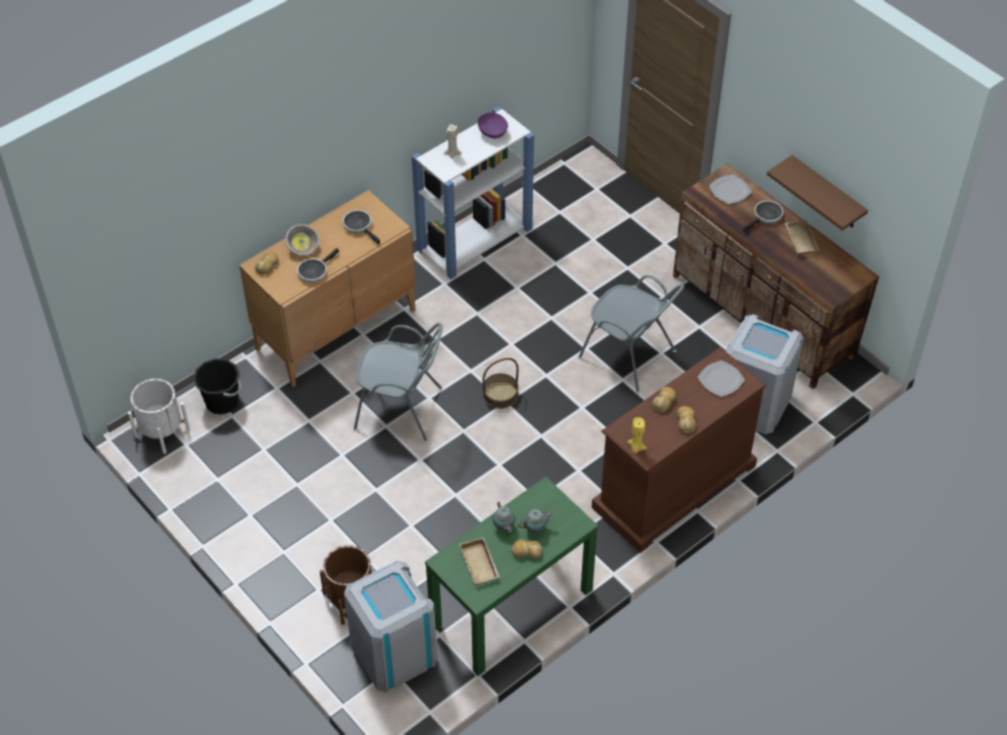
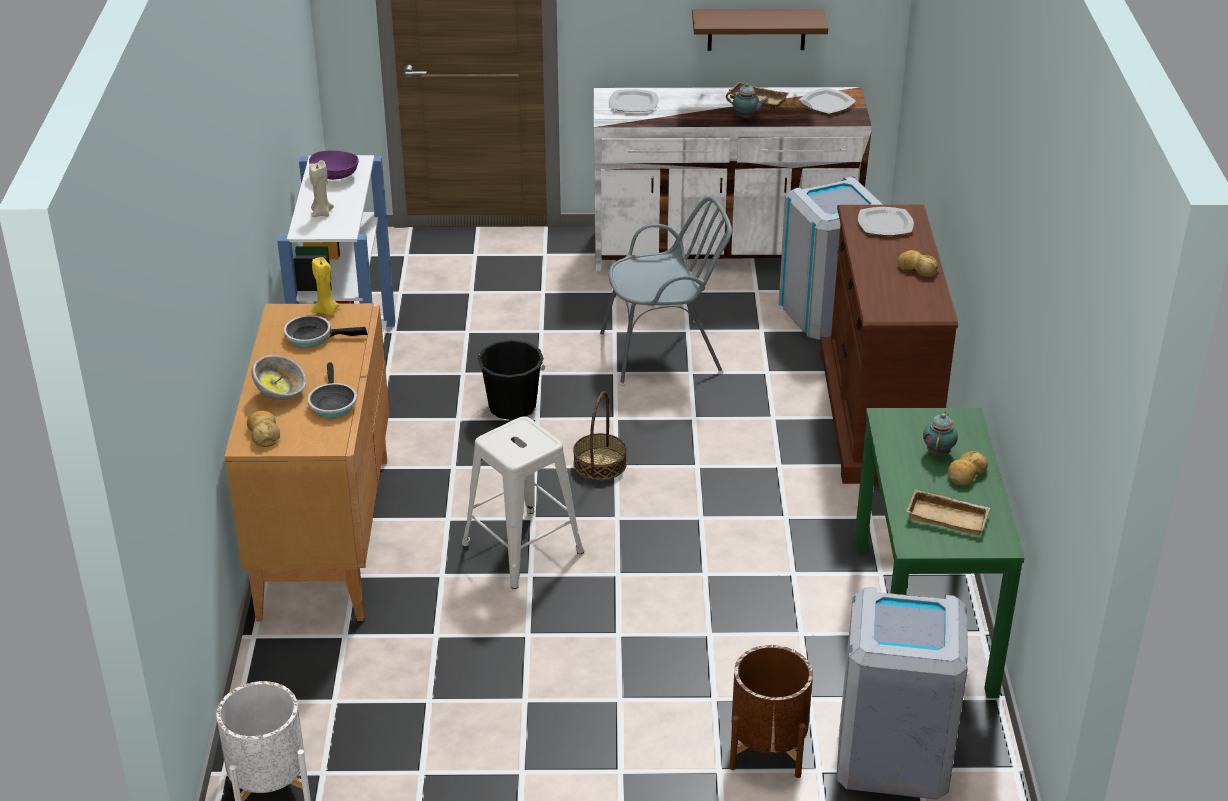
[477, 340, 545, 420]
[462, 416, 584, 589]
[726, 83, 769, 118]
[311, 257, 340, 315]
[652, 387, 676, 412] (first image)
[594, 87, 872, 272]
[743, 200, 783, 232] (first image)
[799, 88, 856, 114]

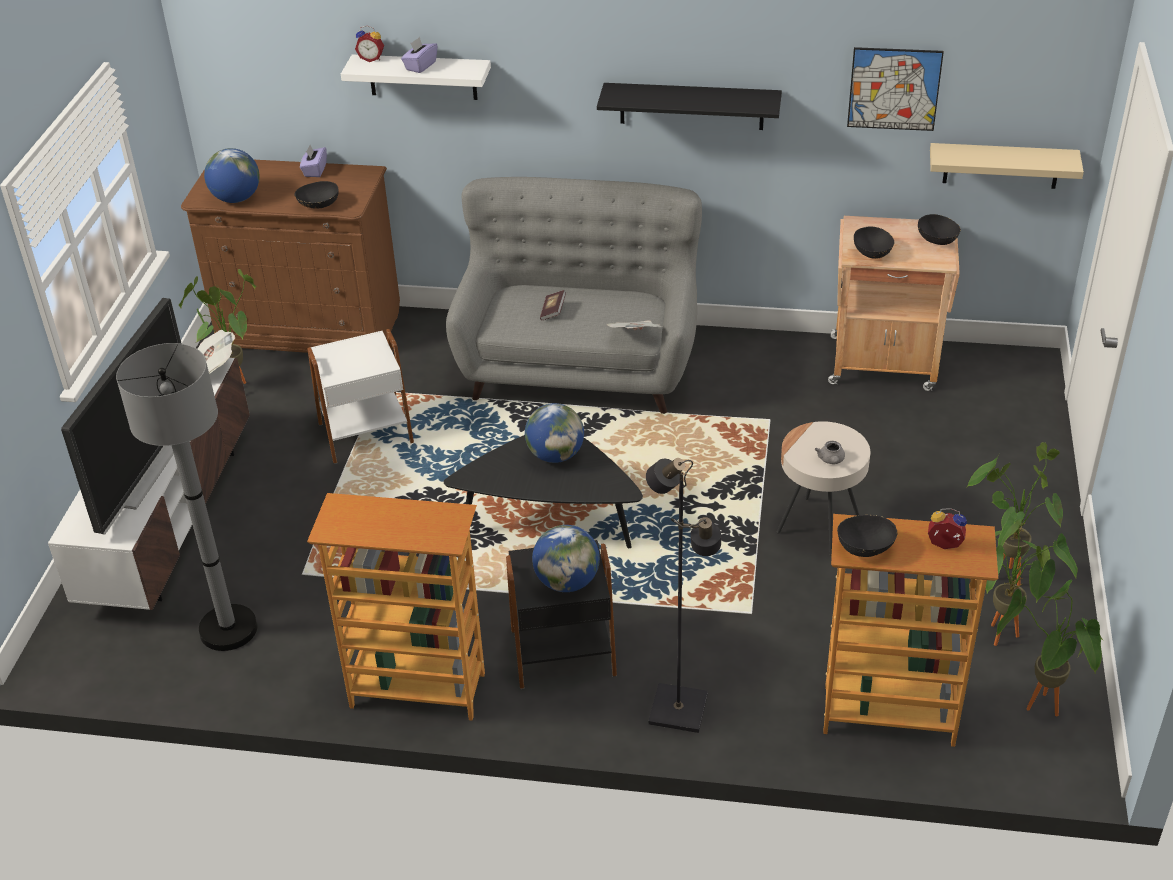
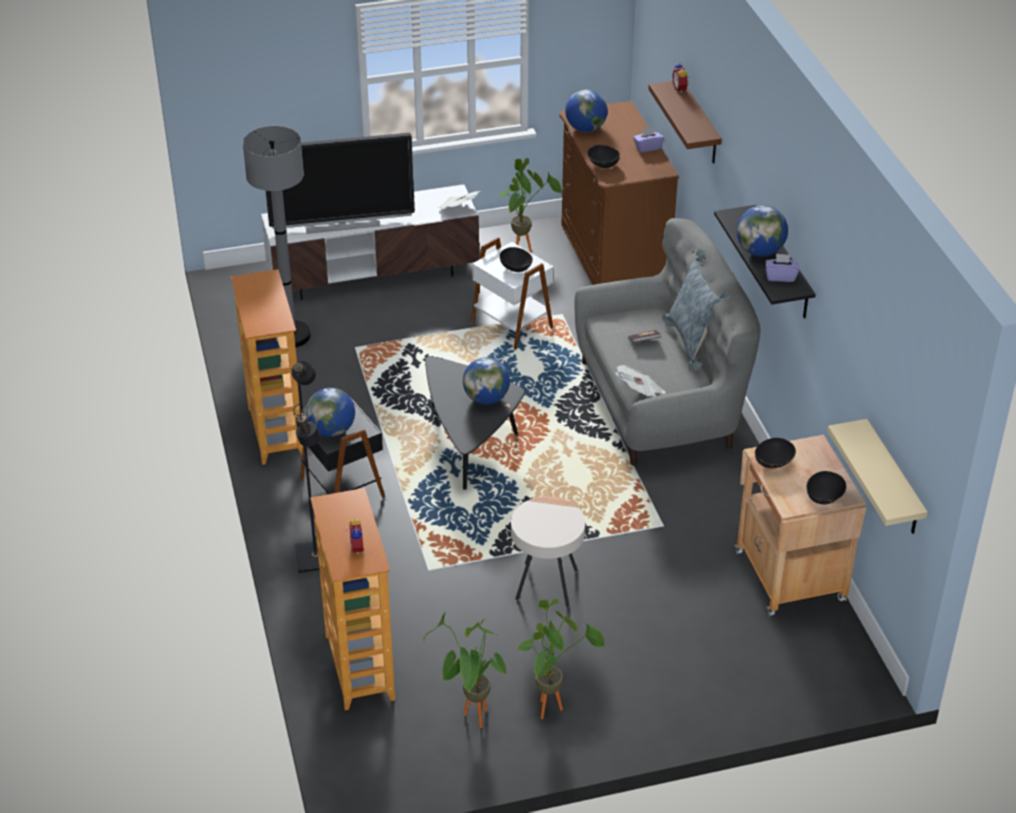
[649, 81, 722, 164]
[765, 254, 799, 282]
[815, 441, 845, 464] (first image)
[500, 247, 533, 272]
[847, 47, 944, 131] (first image)
[996, 579, 1104, 717] (first image)
[662, 248, 731, 372]
[737, 205, 788, 256]

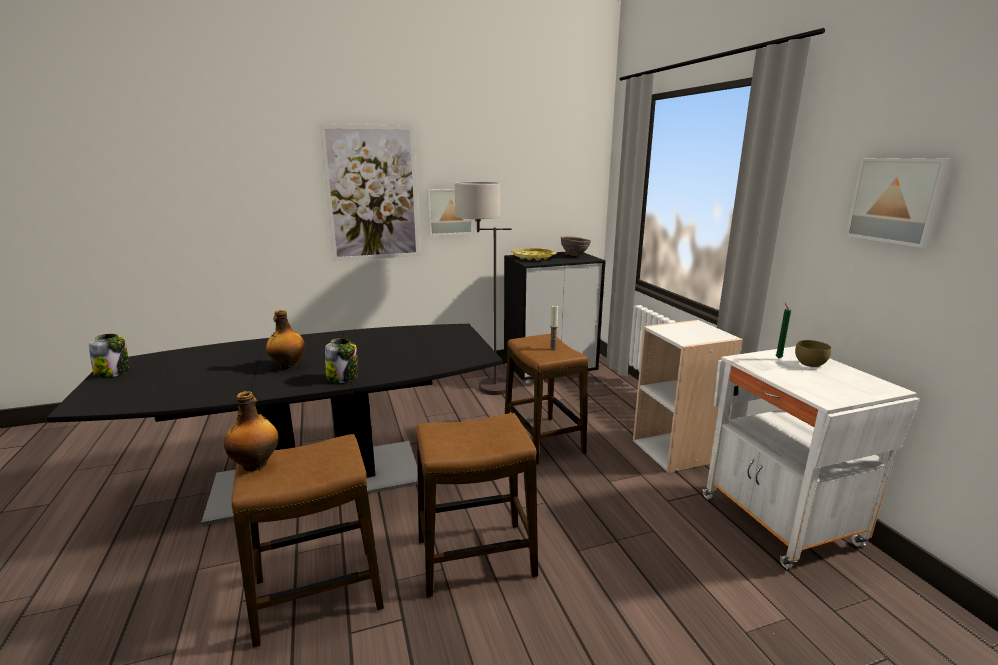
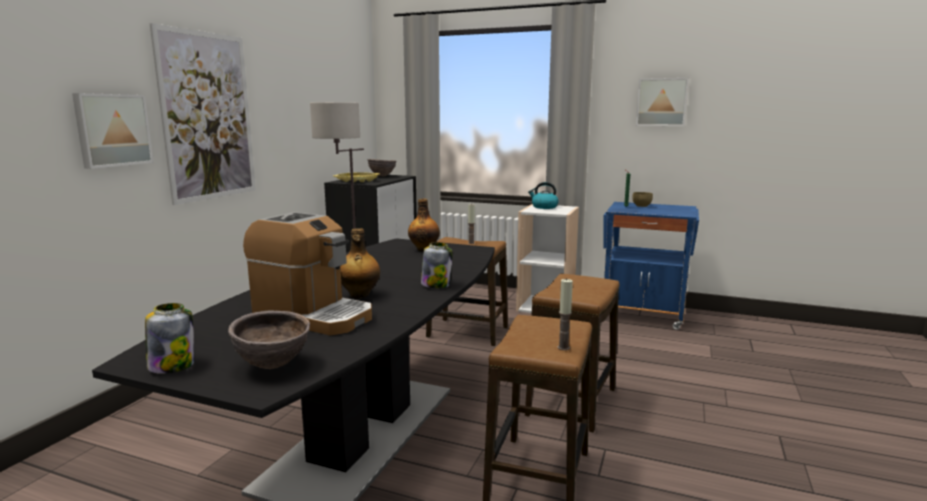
[408, 199, 440, 252]
[72, 93, 154, 169]
[603, 202, 699, 330]
[228, 310, 310, 369]
[243, 212, 372, 336]
[528, 182, 559, 209]
[558, 278, 573, 350]

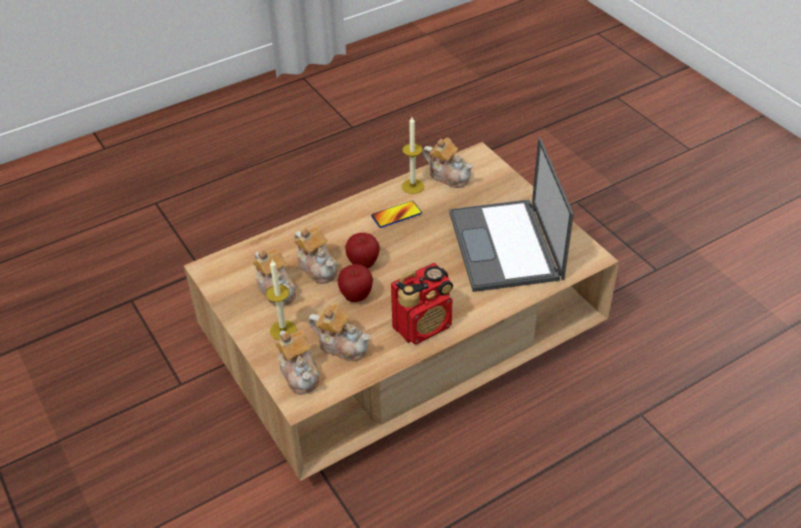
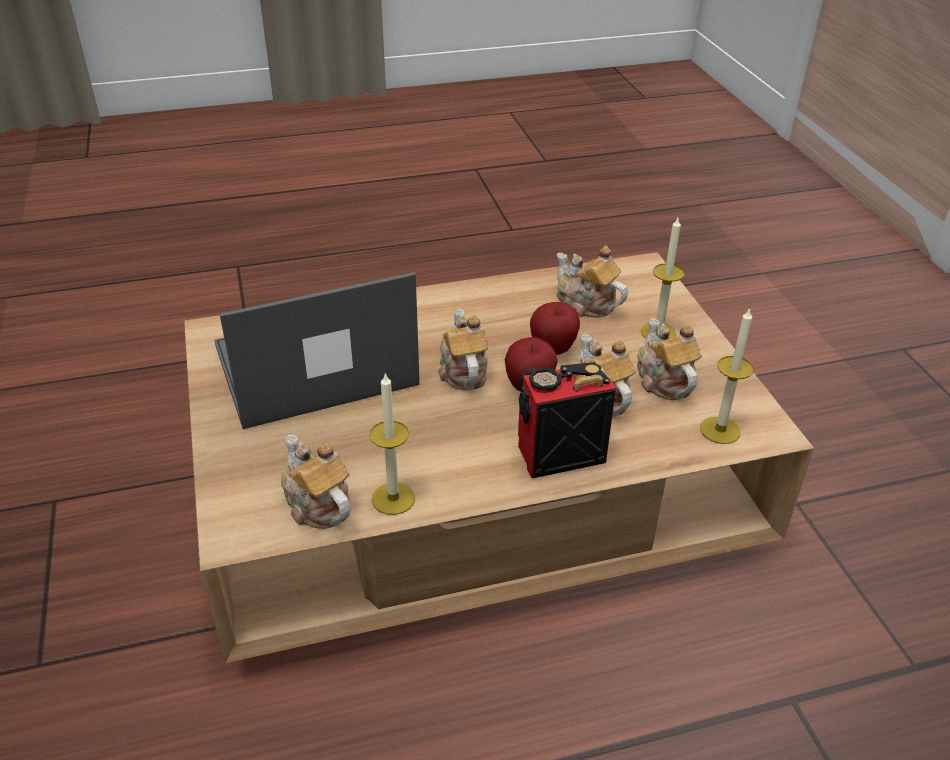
[438, 309, 488, 390]
[371, 201, 422, 228] (first image)
[518, 362, 616, 478]
[214, 272, 420, 429]
[700, 307, 754, 444]

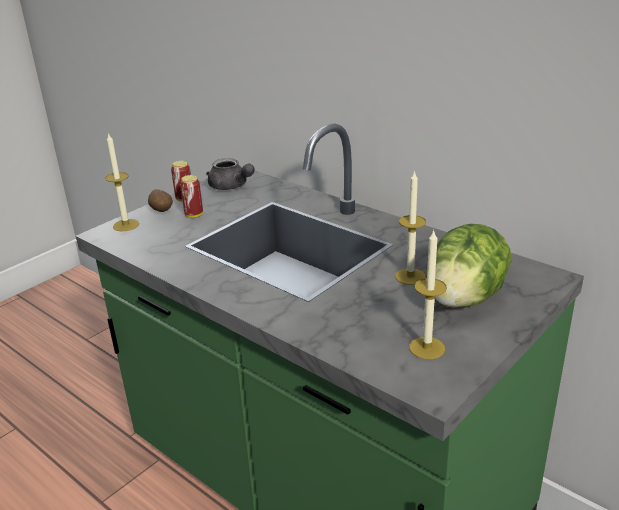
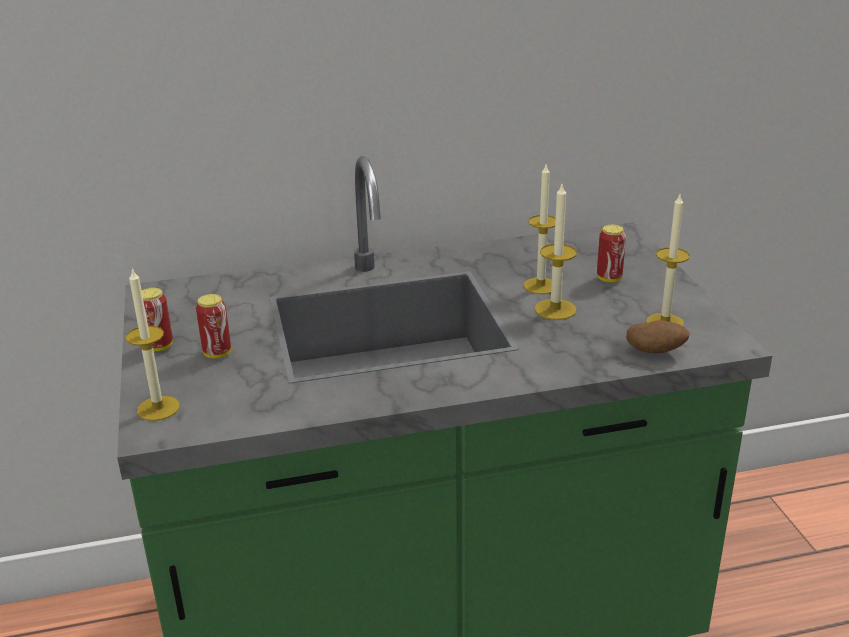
[626, 320, 690, 354]
[206, 158, 255, 190] (first image)
[597, 224, 626, 283]
[534, 184, 577, 320]

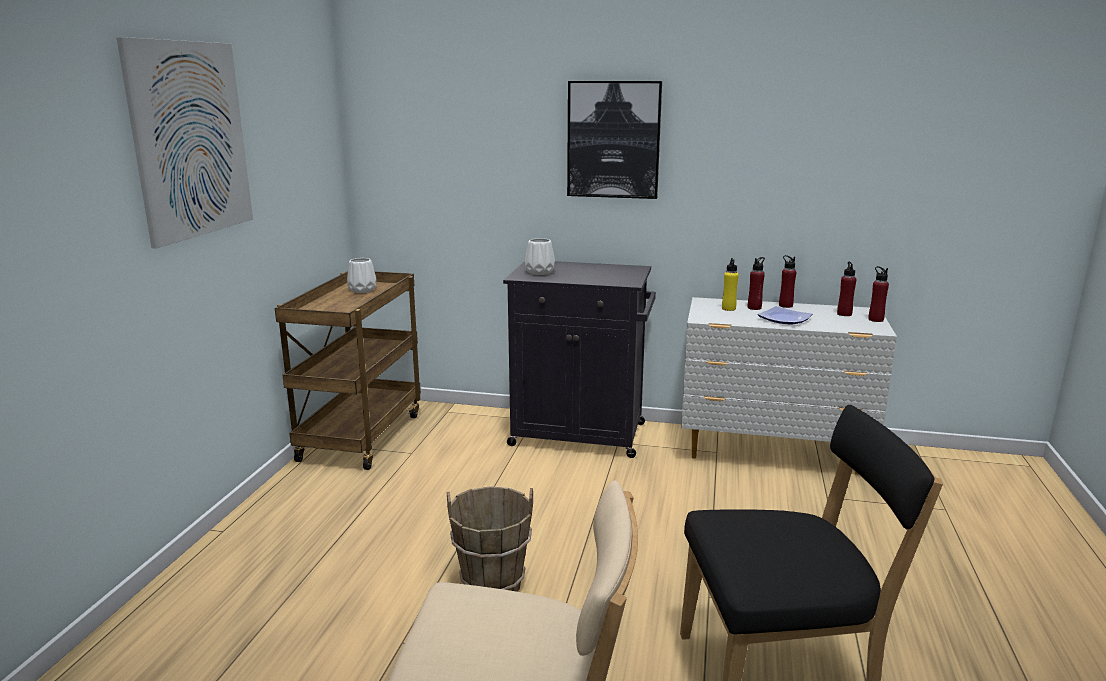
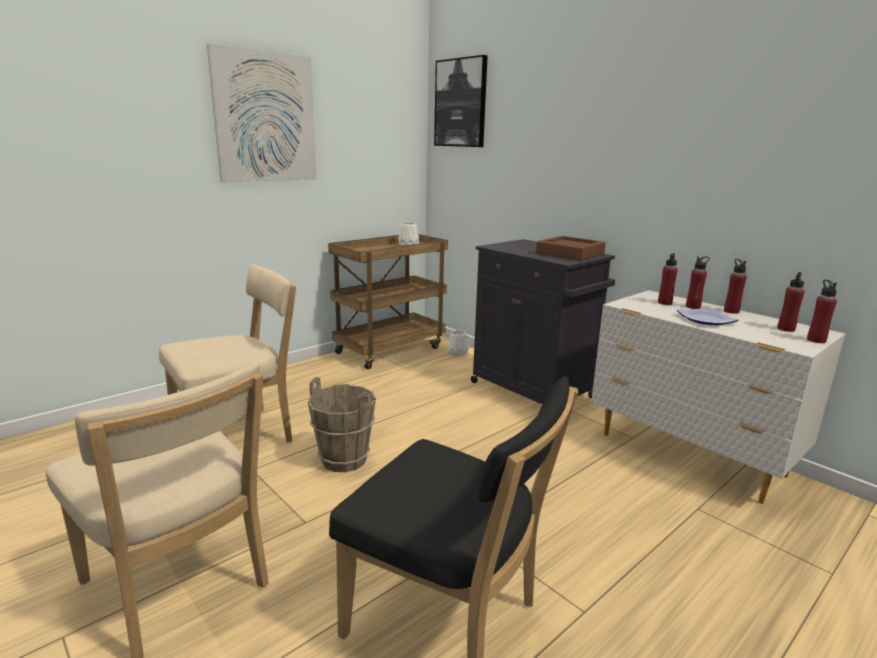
[448, 330, 468, 356]
[434, 55, 488, 147]
[658, 253, 678, 305]
[159, 264, 296, 442]
[536, 236, 606, 261]

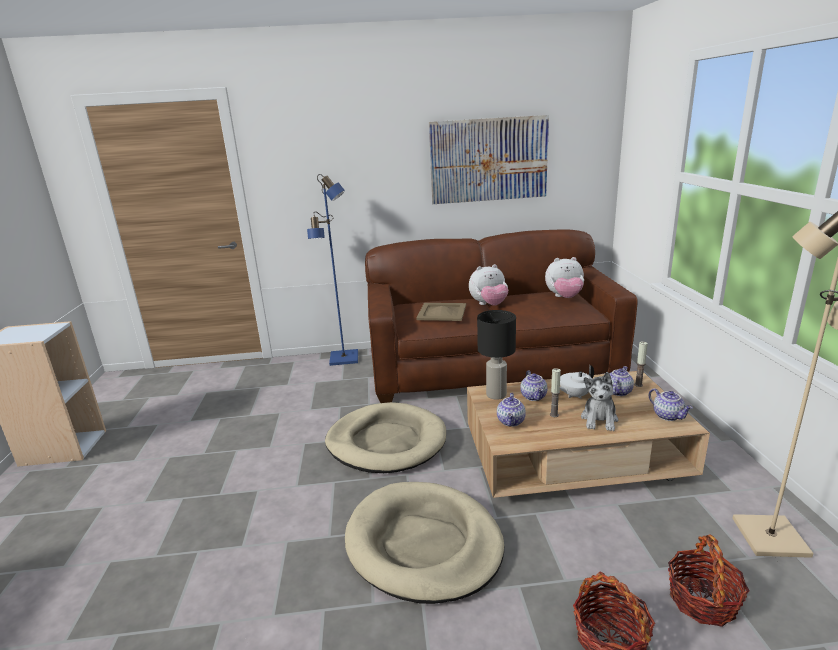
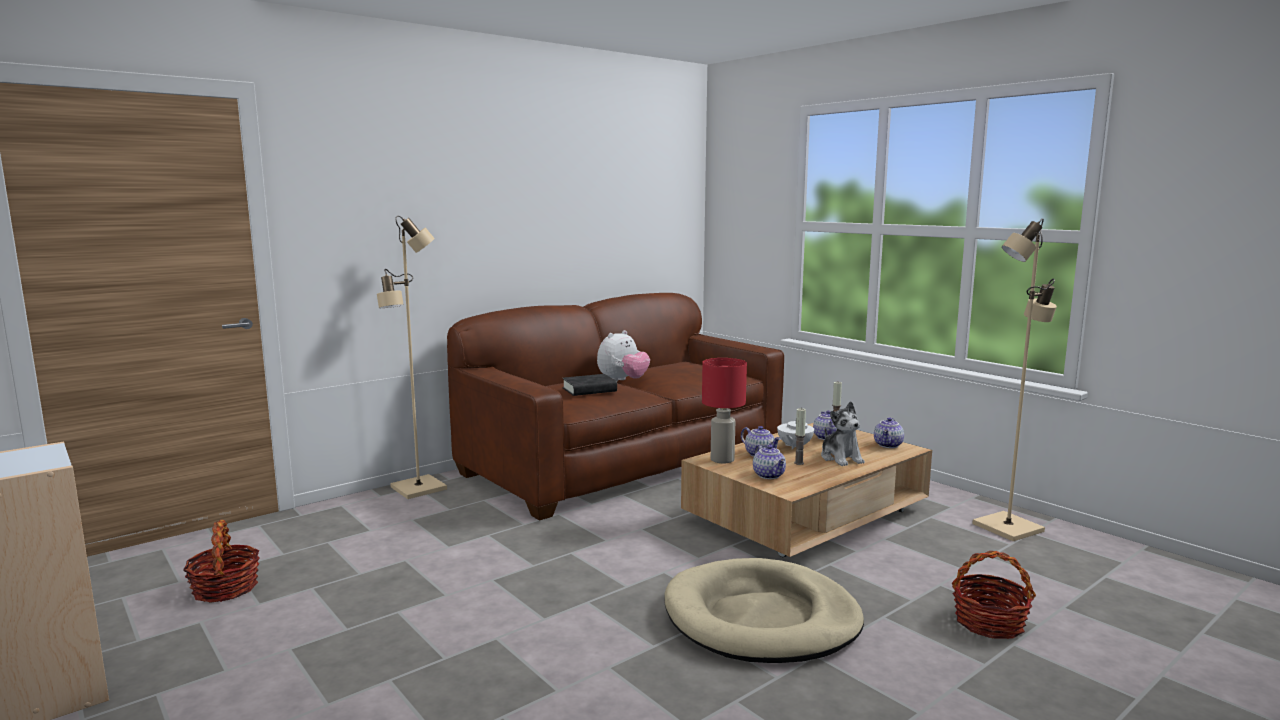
[377, 215, 447, 499]
[325, 402, 446, 473] (first image)
[562, 374, 617, 396]
[429, 115, 549, 204] (first image)
[702, 358, 747, 463]
[545, 257, 584, 298] (first image)
[874, 417, 904, 448]
[183, 520, 260, 602]

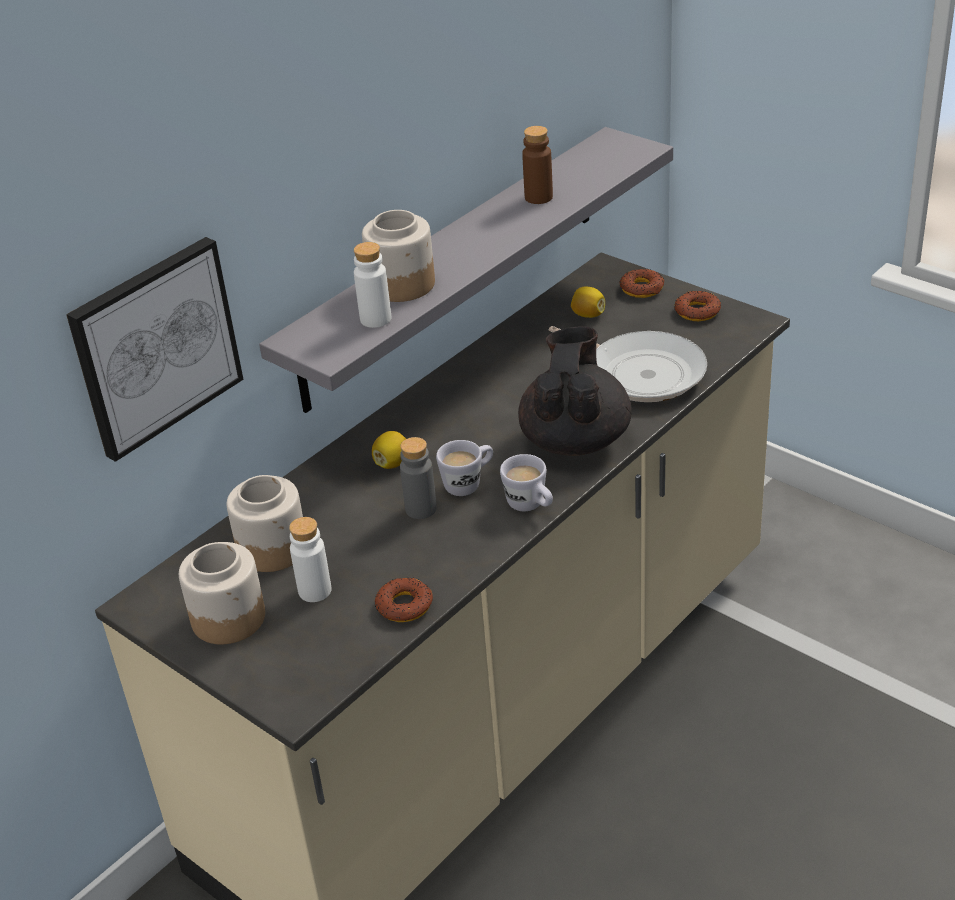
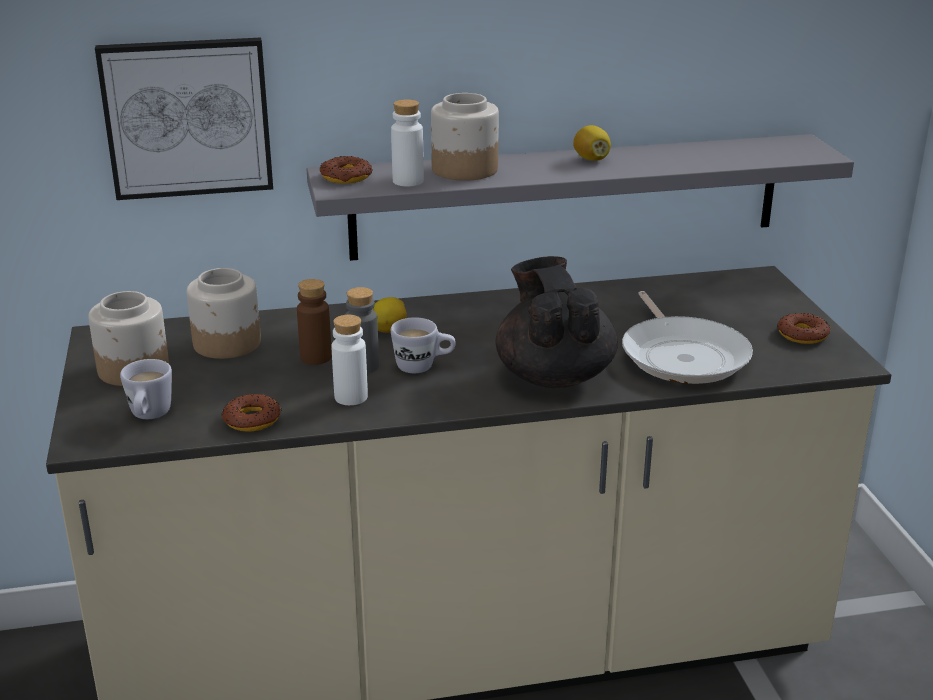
[331, 315, 368, 405]
[120, 359, 172, 419]
[496, 256, 618, 388]
[297, 279, 332, 365]
[573, 125, 611, 161]
[320, 156, 373, 184]

